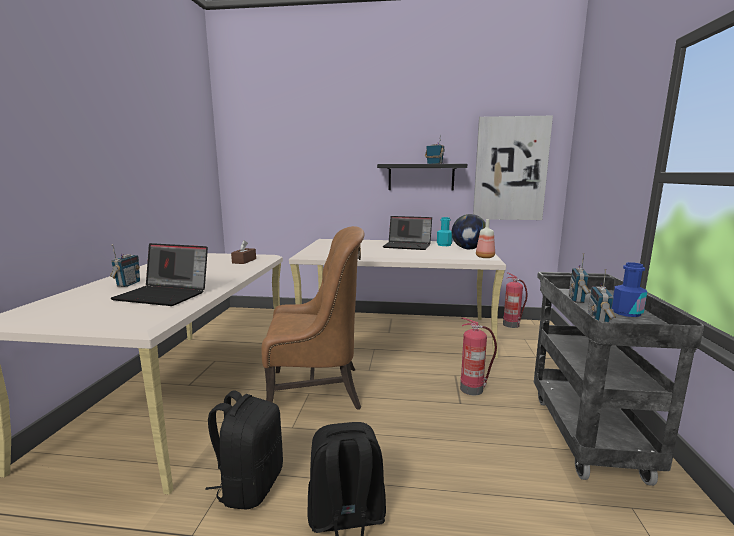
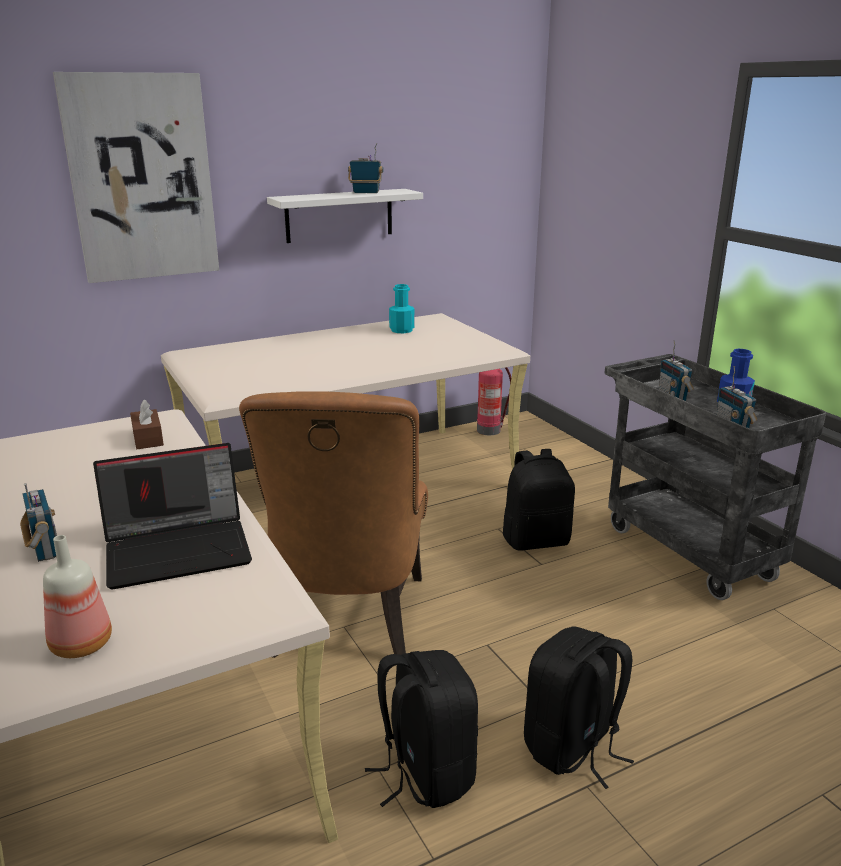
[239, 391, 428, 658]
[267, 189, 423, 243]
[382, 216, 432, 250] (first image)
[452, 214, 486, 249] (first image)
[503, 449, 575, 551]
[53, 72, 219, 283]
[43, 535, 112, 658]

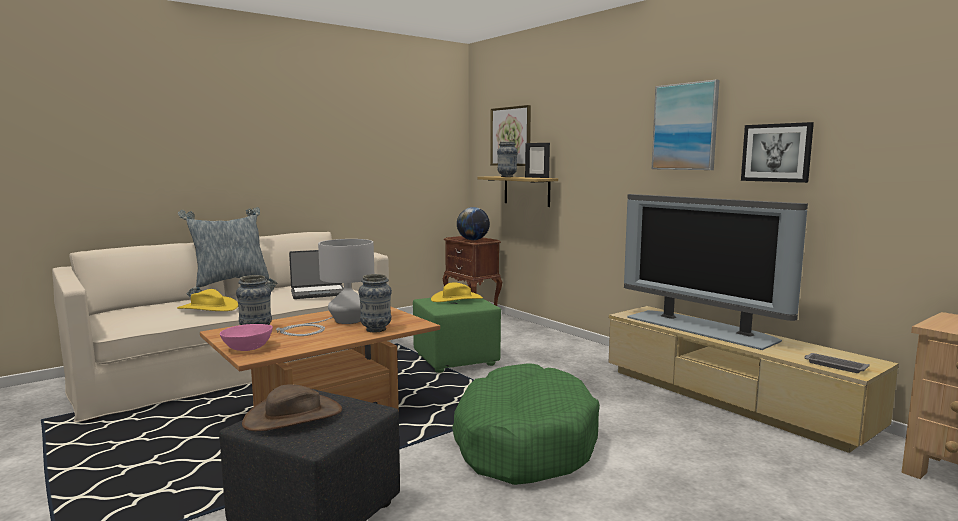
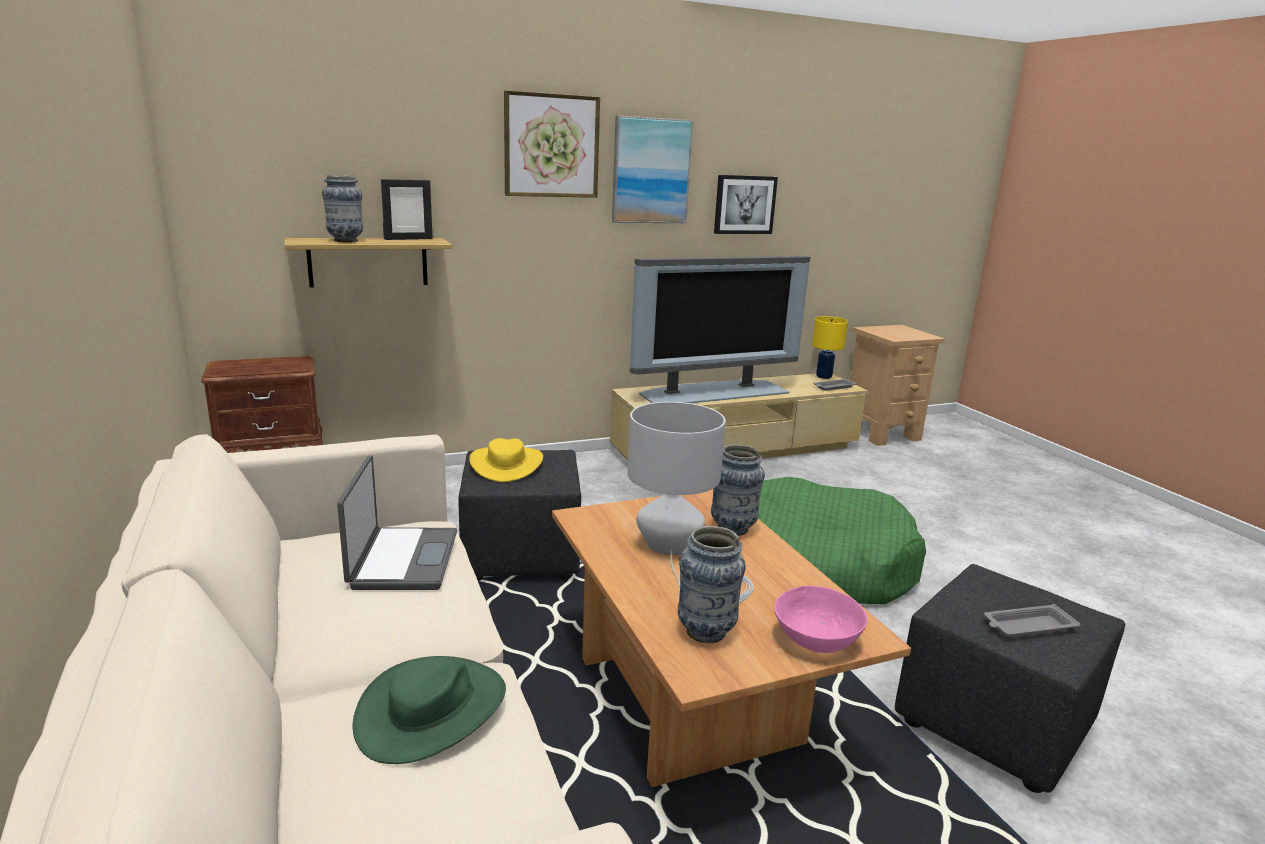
[177, 207, 277, 298] (first image)
[353, 656, 506, 764]
[984, 604, 1081, 637]
[458, 450, 581, 581]
[457, 207, 490, 240] (first image)
[504, 90, 600, 198]
[812, 316, 848, 379]

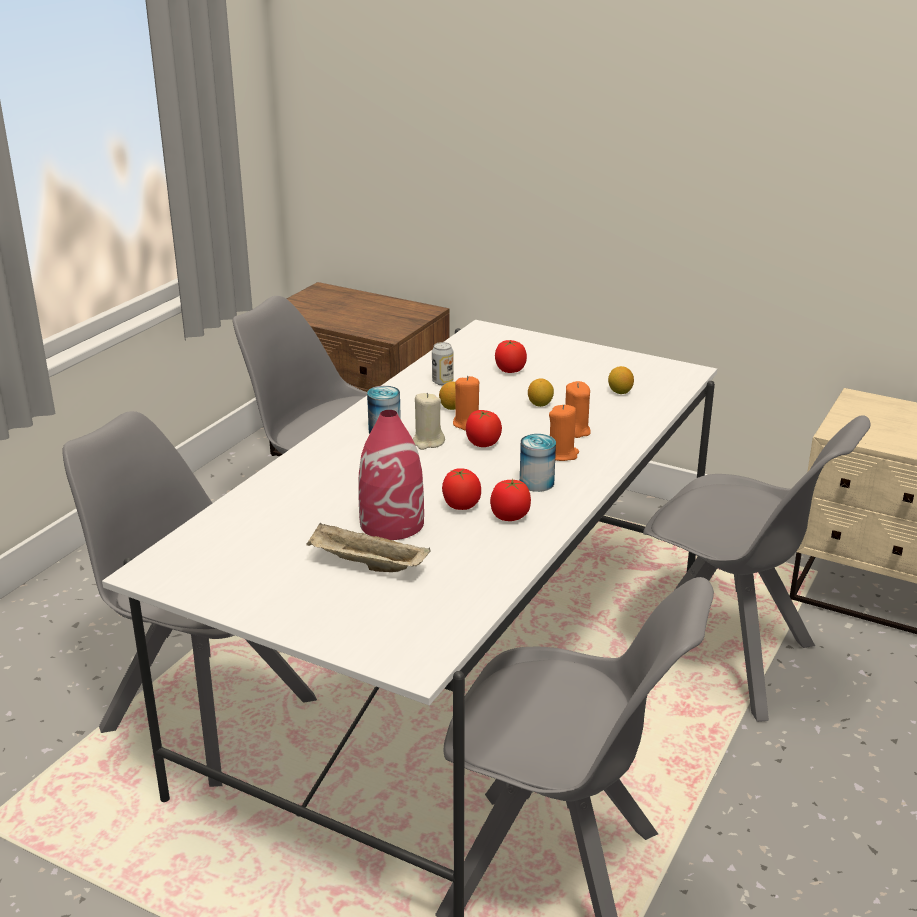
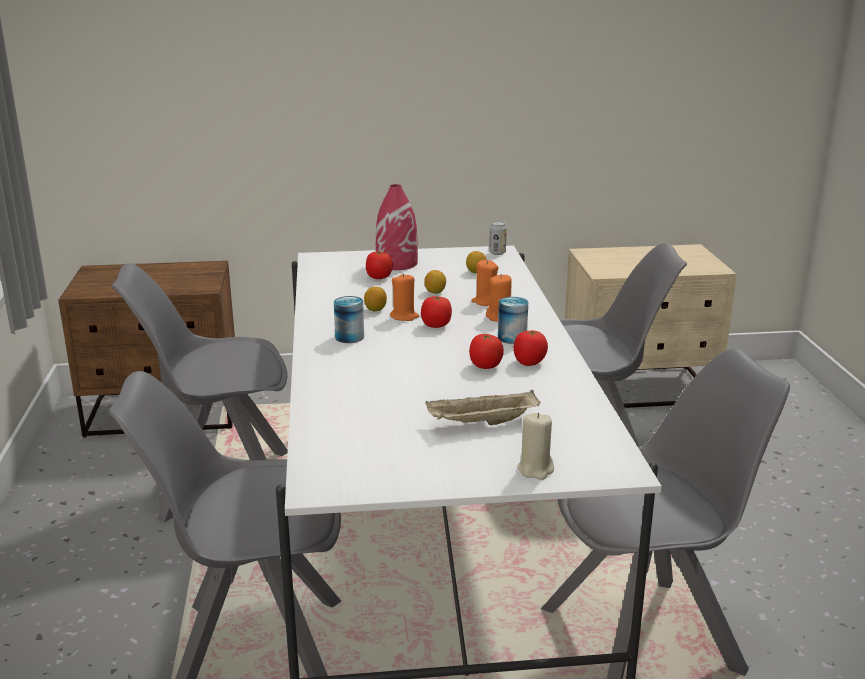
[376, 184, 418, 270]
[517, 413, 554, 480]
[489, 221, 507, 255]

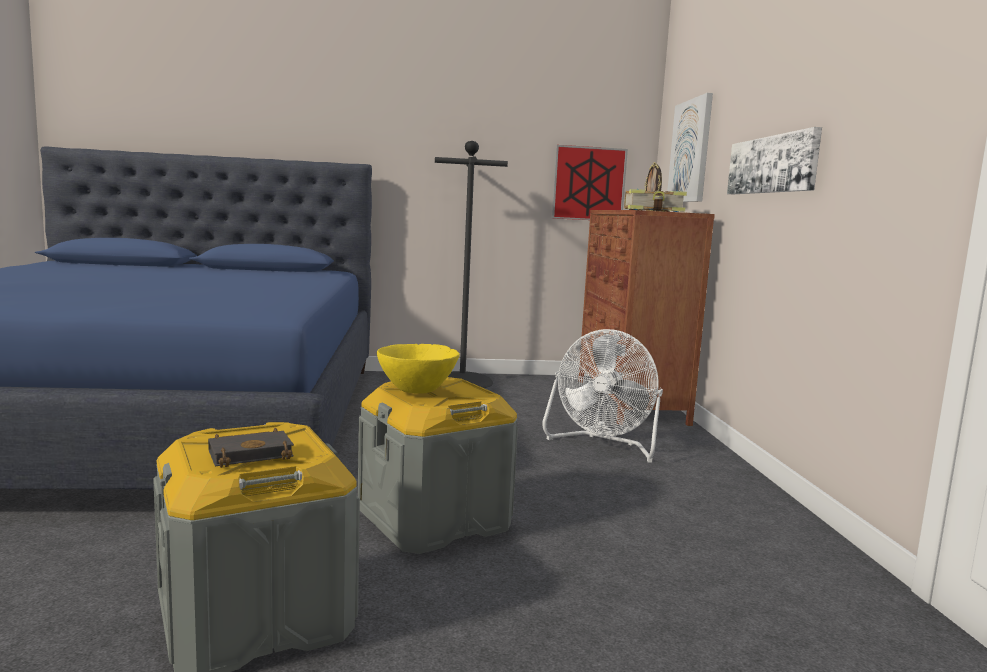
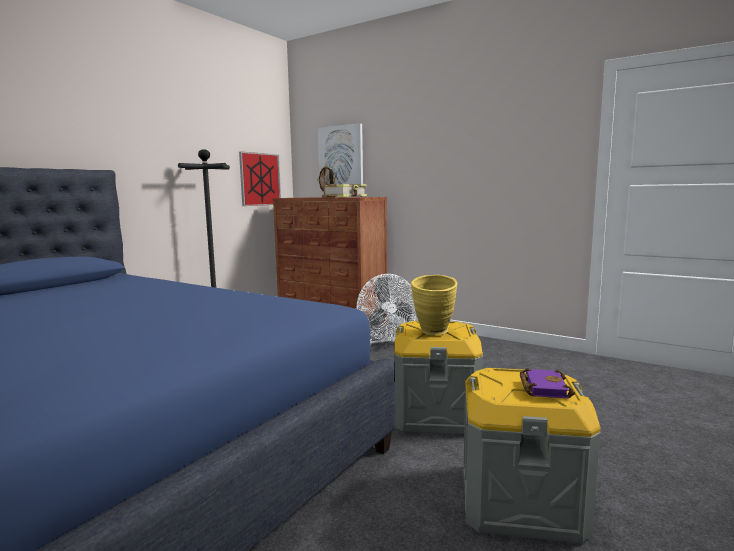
[520, 368, 575, 398]
[411, 275, 457, 335]
[727, 127, 822, 194] (first image)

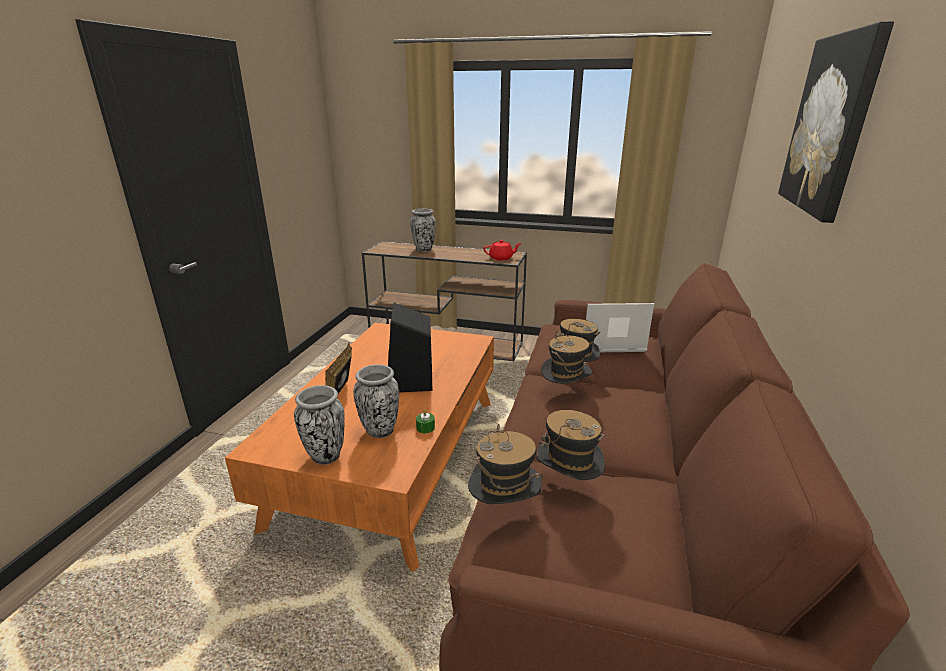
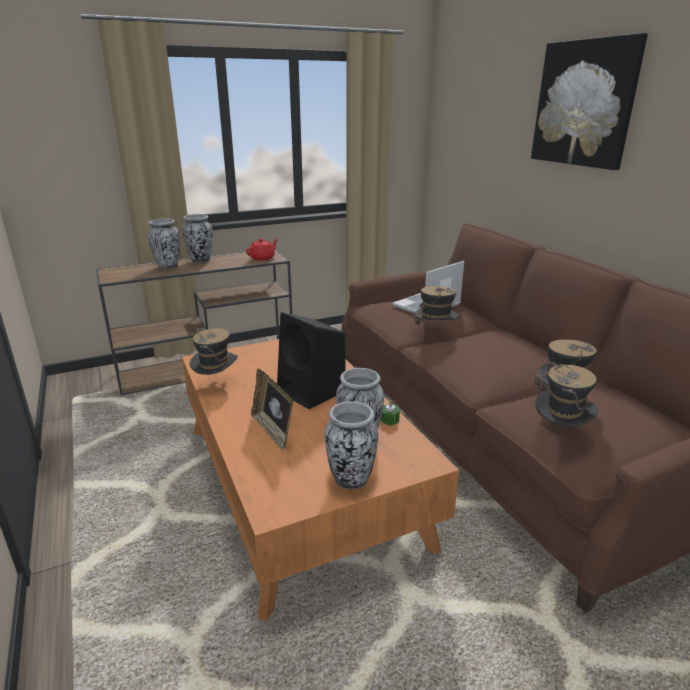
[190, 328, 238, 375]
[182, 214, 213, 263]

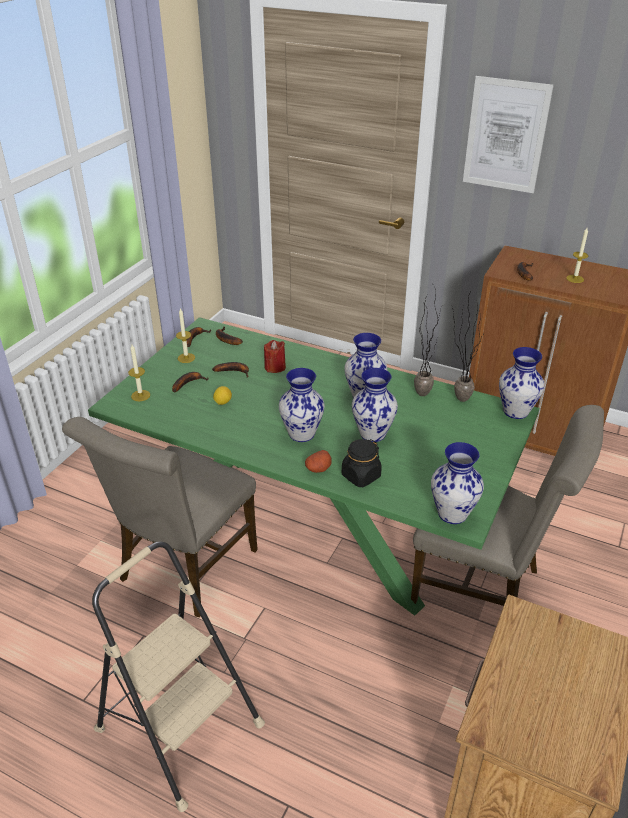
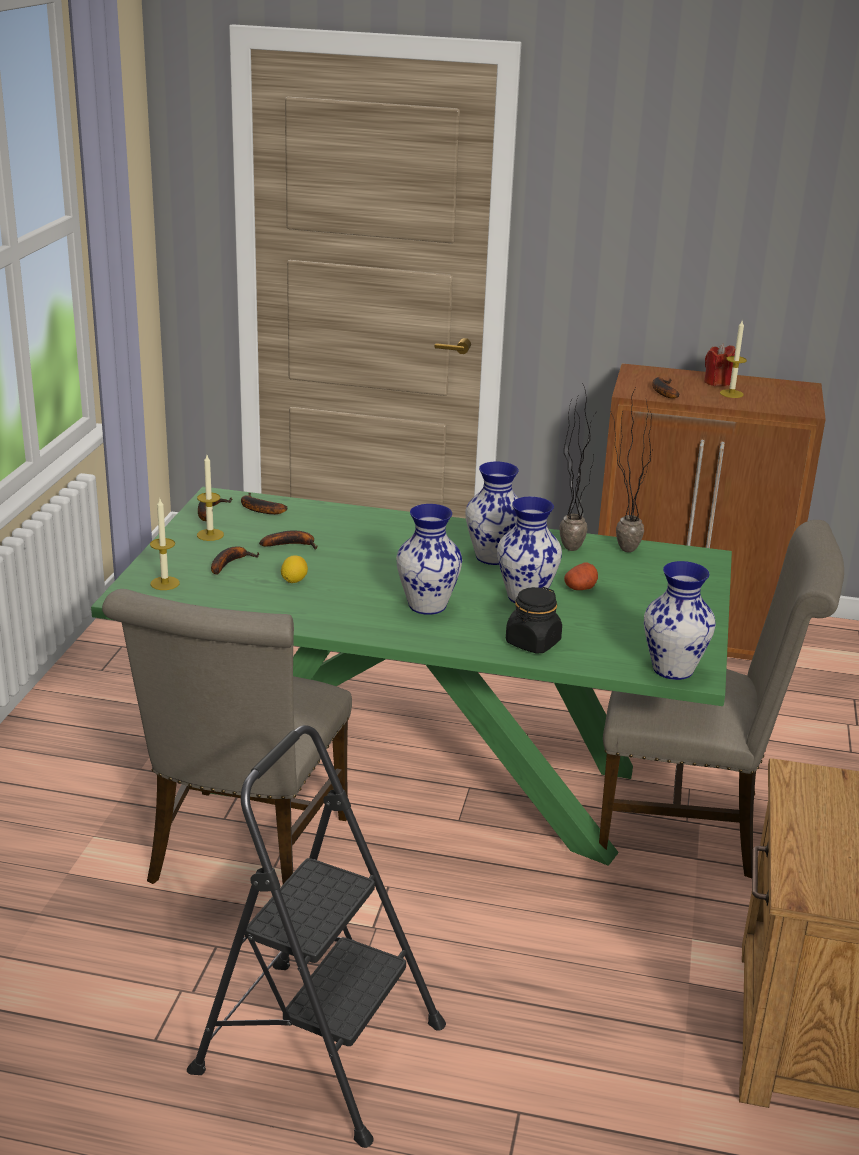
[187, 725, 446, 1148]
[704, 344, 735, 386]
[564, 562, 598, 590]
[463, 76, 554, 193] (first image)
[499, 347, 544, 419] (first image)

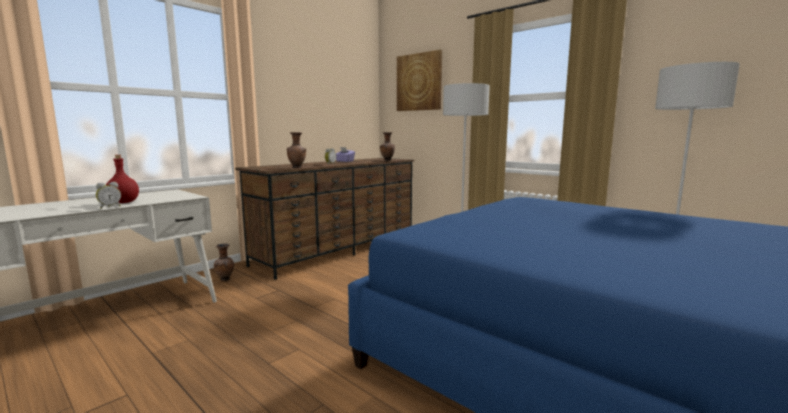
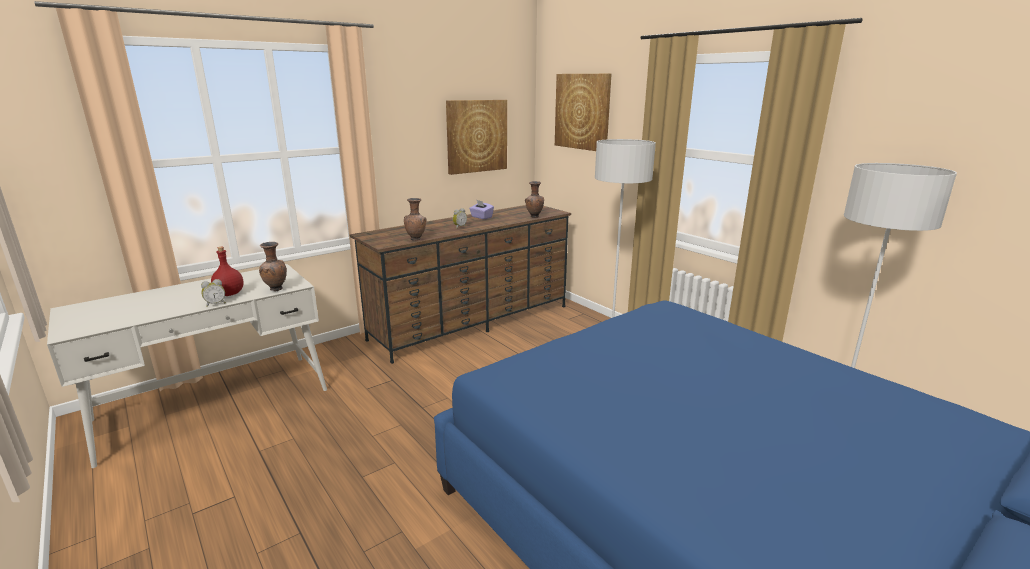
[259, 242, 287, 291]
[446, 100, 507, 175]

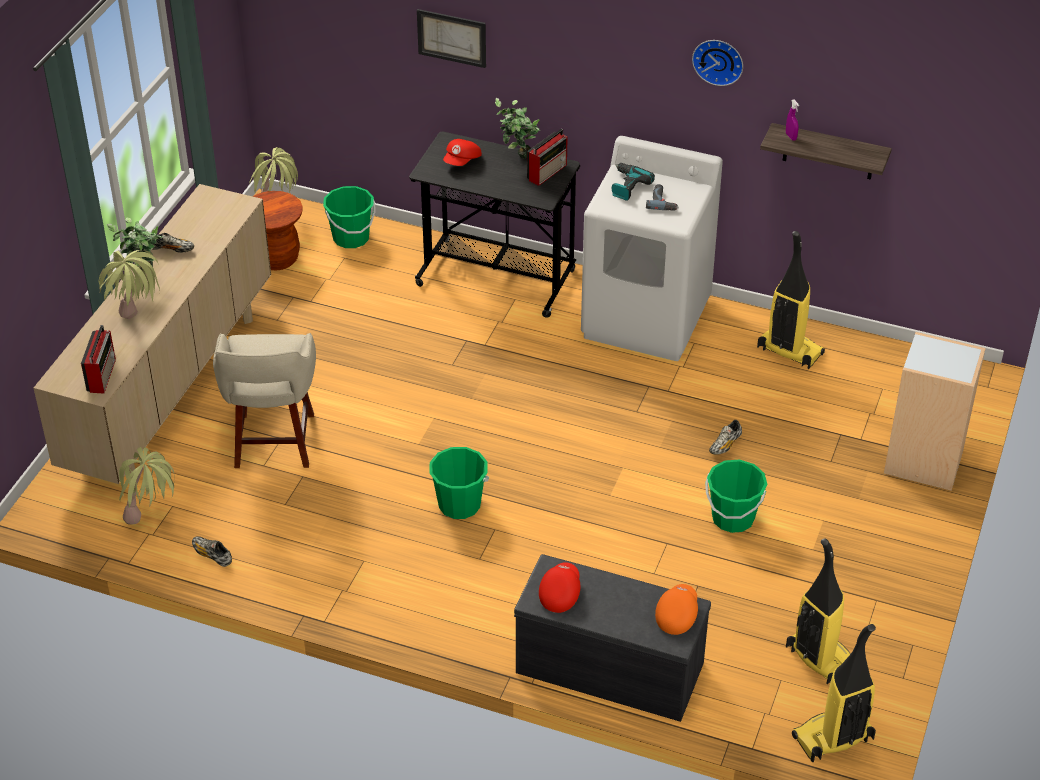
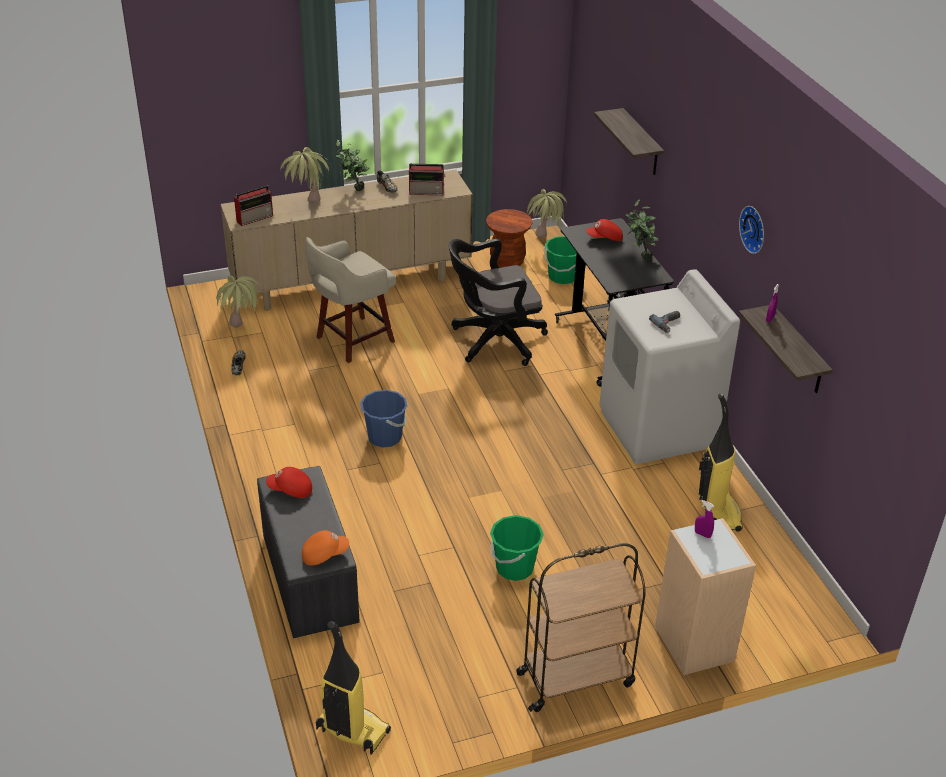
[594, 108, 664, 175]
[360, 390, 407, 448]
[409, 164, 445, 195]
[266, 467, 312, 498]
[612, 163, 655, 201] (first image)
[709, 420, 742, 455] (first image)
[786, 538, 850, 684] (first image)
[449, 239, 548, 366]
[516, 543, 646, 712]
[695, 500, 714, 538]

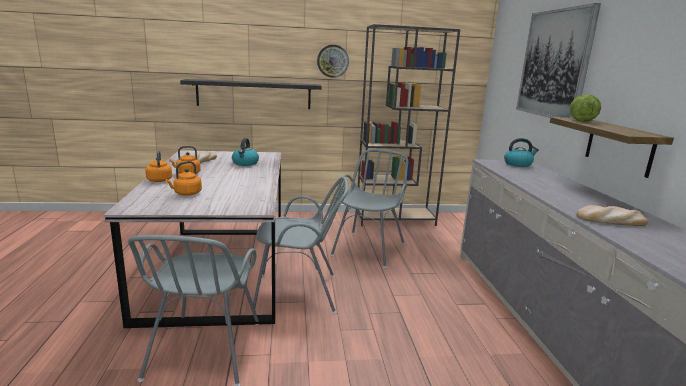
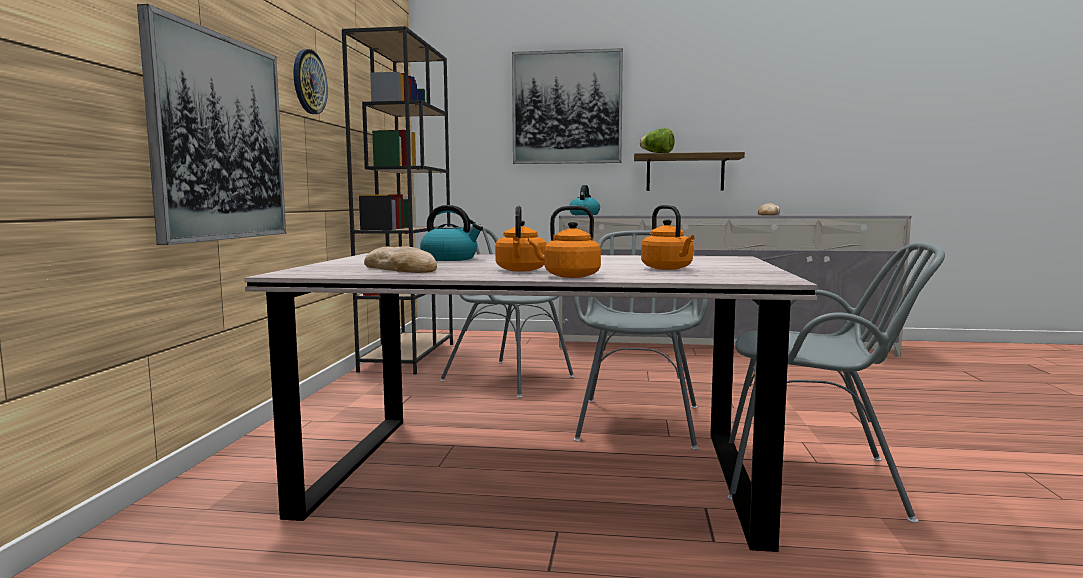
[137, 4, 286, 245]

